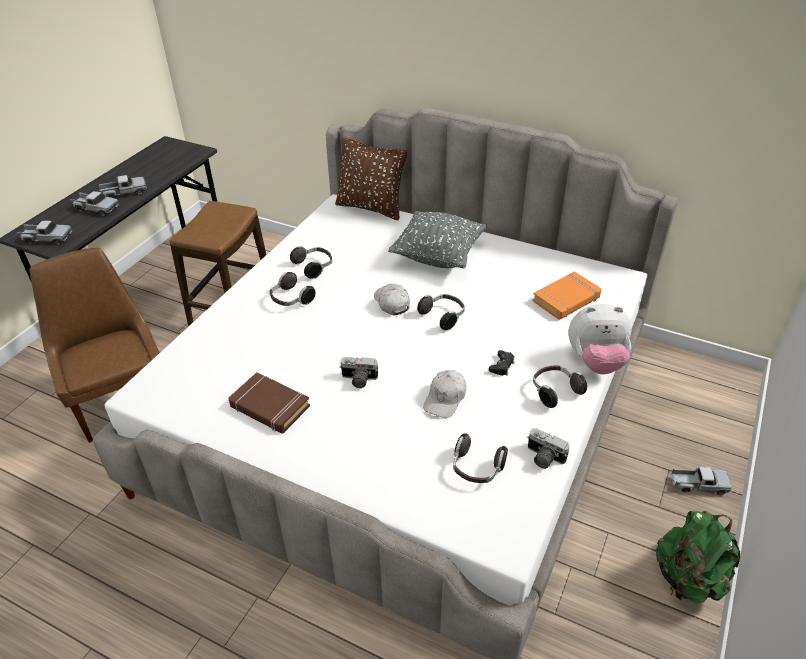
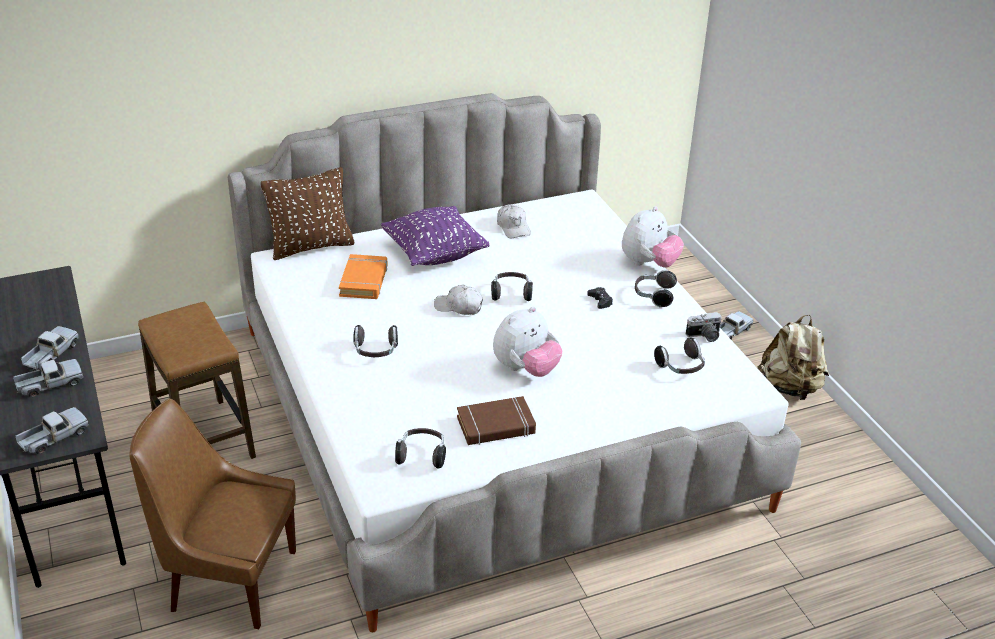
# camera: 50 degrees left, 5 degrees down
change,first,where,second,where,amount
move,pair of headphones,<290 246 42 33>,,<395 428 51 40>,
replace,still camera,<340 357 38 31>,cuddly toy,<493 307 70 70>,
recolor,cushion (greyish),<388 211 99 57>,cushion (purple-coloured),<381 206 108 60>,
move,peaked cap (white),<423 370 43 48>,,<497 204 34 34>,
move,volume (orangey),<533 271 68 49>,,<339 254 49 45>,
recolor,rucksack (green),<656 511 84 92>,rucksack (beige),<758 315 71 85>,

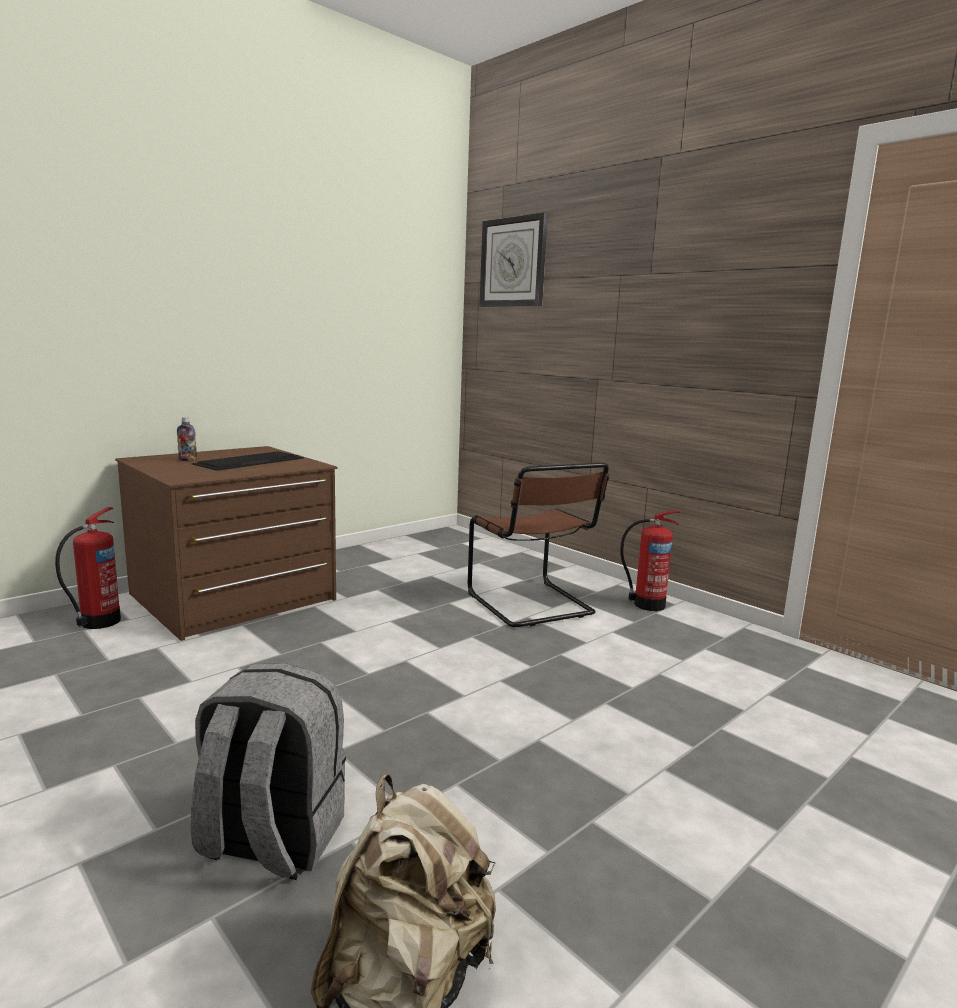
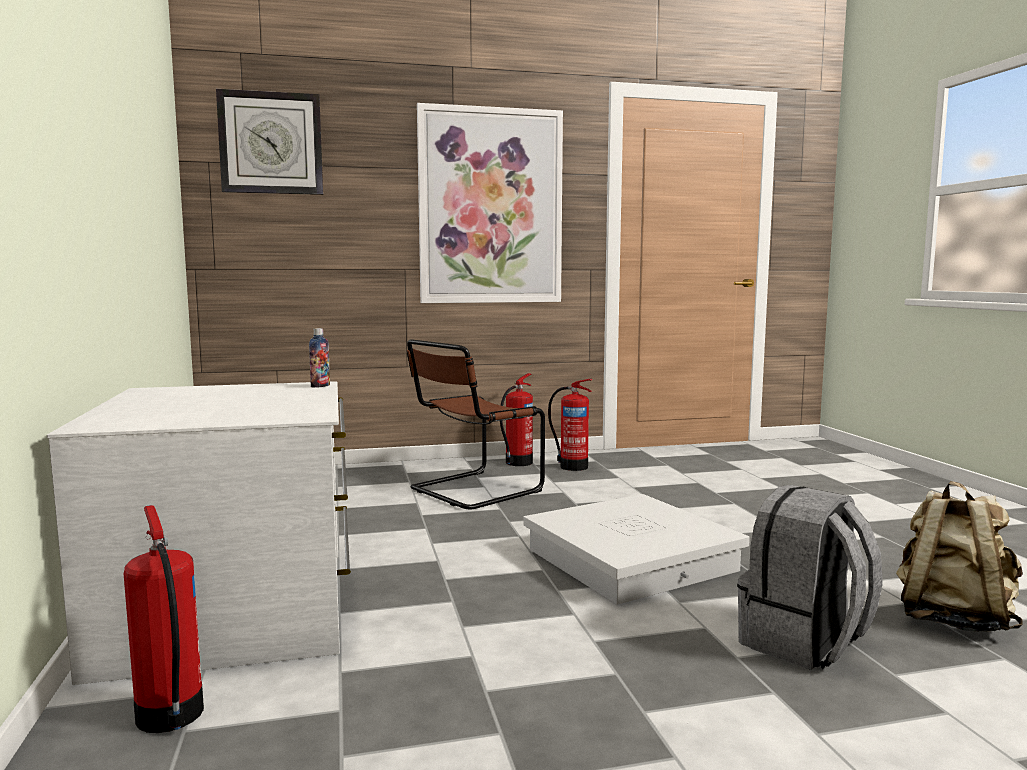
# camera: 60 degrees left, 5 degrees down
change,first,where,second,where,amount
recolor,chest of drawers (brown),<115 446 222 195>,chest of drawers (white),<47 381 304 304>,
move,bottle,<177 417 20 44>,,<309 328 21 60>,
delete,computer keyboard,<192 451 112 20>,,,
rotate,upright chair (brown),<468 463 141 164>,,<407 339 138 170>,135 degrees clockwise
insert,,,wall picture,<417 103 146 200>,
insert,,,storage box (white),<523 494 227 111>,
insert,,,fire-fighting cylinder,<548 379 44 92>,

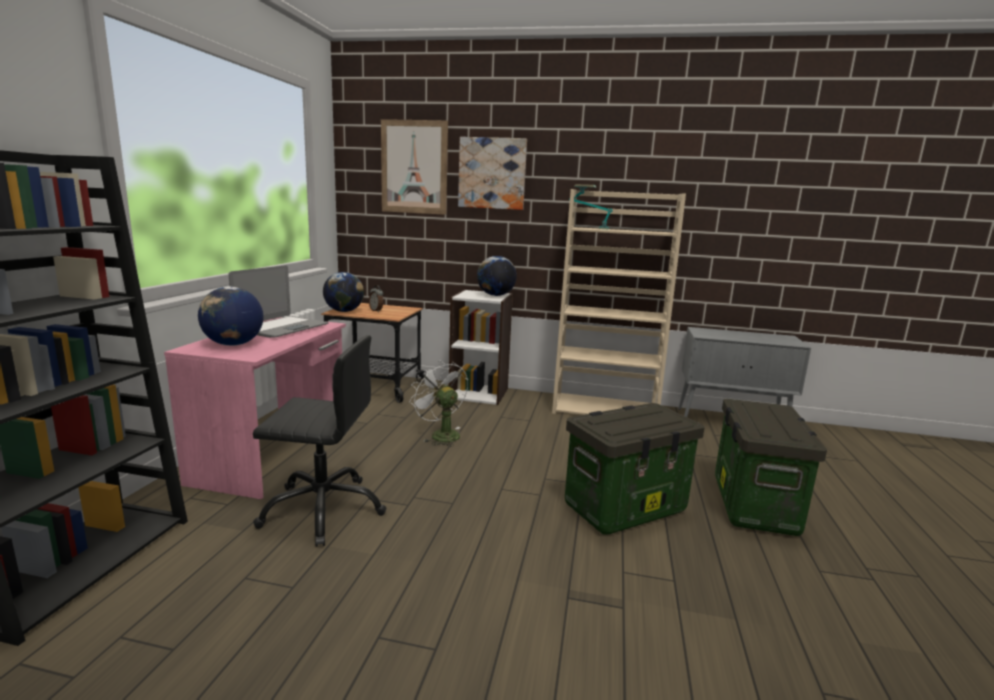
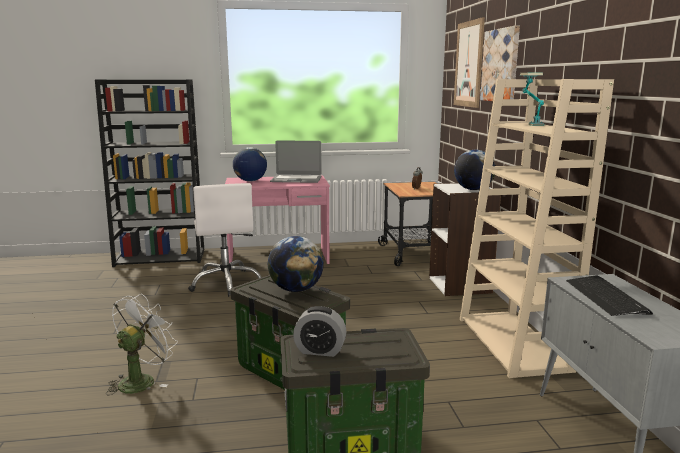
# camera: 70 degrees right, 0 degrees up
change,first,where,second,where,amount
recolor,desk chair (black-coloured),<253 335 134 212>,desk chair (white),<188 183 74 114>,
move,globe,<323 272 41 40>,,<268 236 56 56>,
move,cooling fan (white),<409 360 59 87>,,<106 293 72 103>,
insert,,,bedside clock,<293 306 54 51>,
insert,,,computer keyboard,<566 275 87 41>,

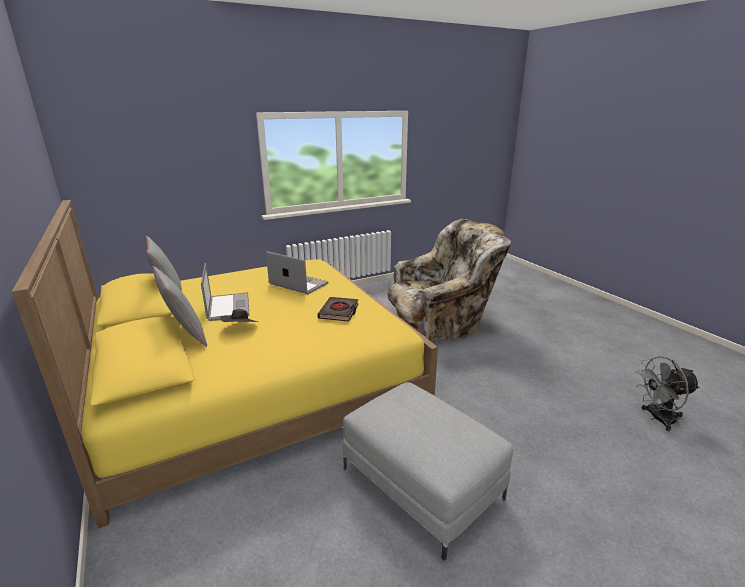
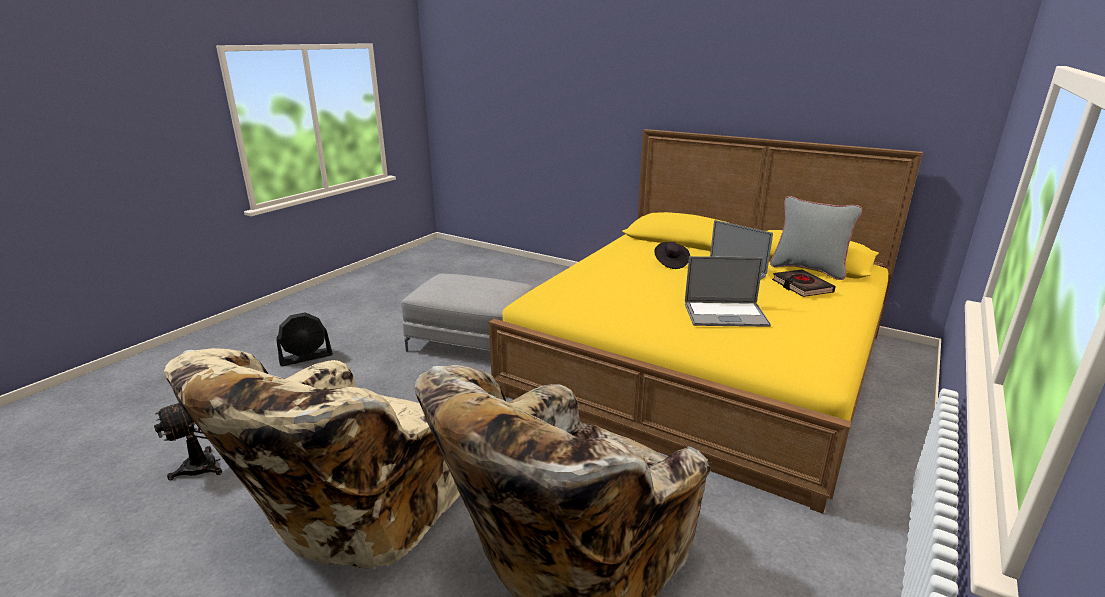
# camera: 150 degrees right, 0 degrees up
change,first,where,second,where,amount
delete,cushion (greyish),<152 266 55 81>,,,
move,volume (black-coloured),<317 297 42 25>,,<772 270 64 27>,
insert,,,easy chair (beige),<164 348 296 221>,
insert,,,cooling fan (black-coloured),<276 312 57 54>,

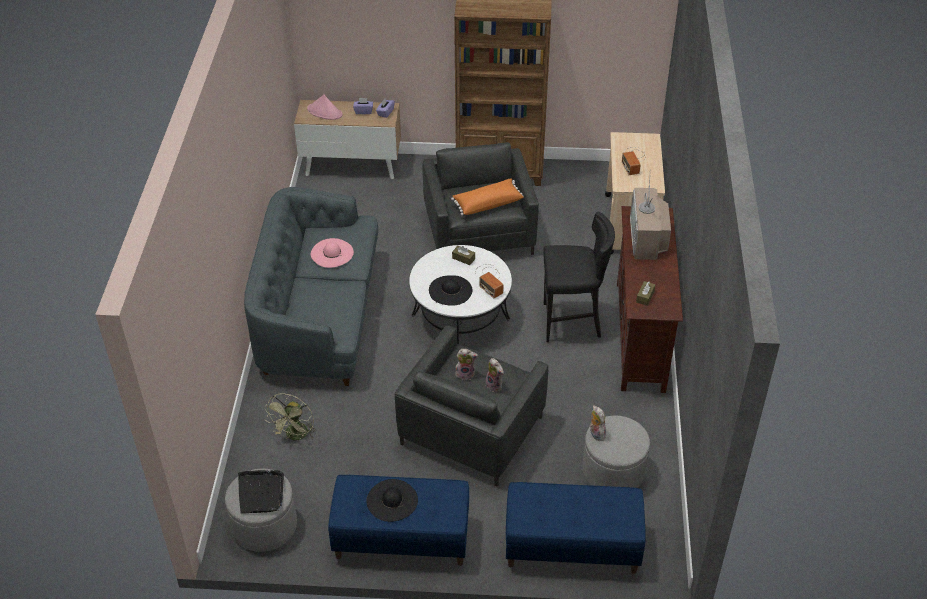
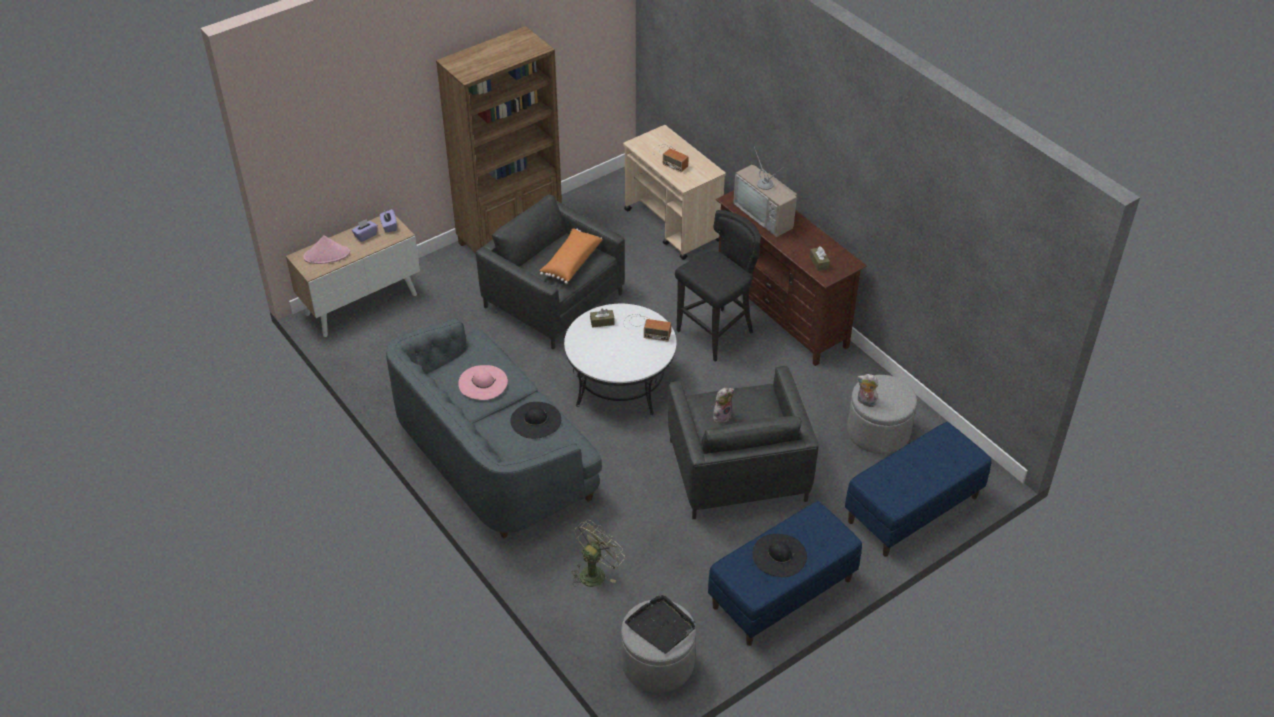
# camera: 40 degrees left, 0 degrees up
change,first,where,second,where,amount
rotate,cooling fan (green),<264 393 52 47>,,<572 520 53 67>,120 degrees counterclockwise
move,clothing hat (black-coloured),<429 275 43 31>,,<510 402 51 37>,
delete,cuddly toy,<485 358 19 34>,,,

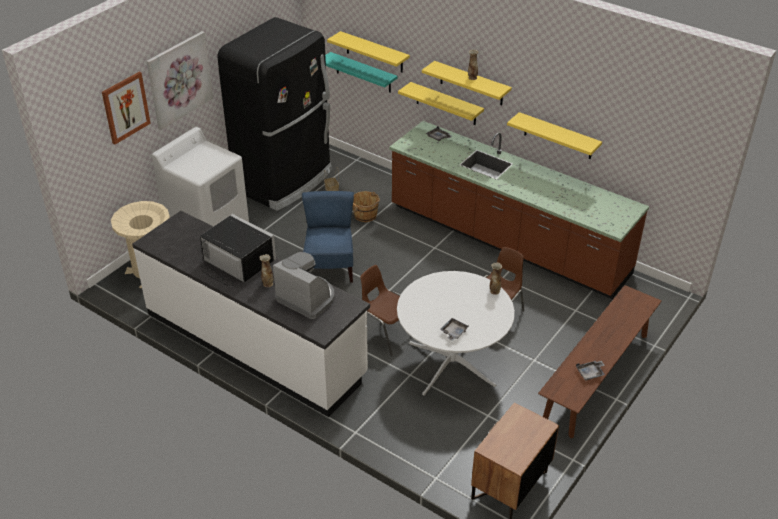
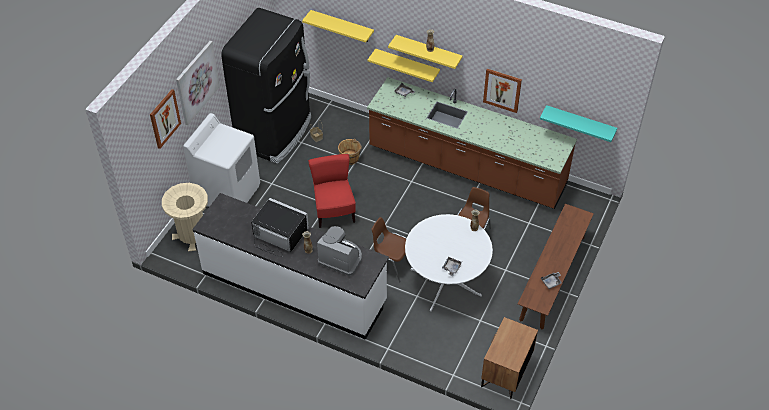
# camera: 10 degrees left, 10 degrees up
change,first,where,second,where,amount
recolor,upright chair (bluish),<302 191 52 92>,upright chair (red-coloured),<308 154 48 74>,
move,shelf (turquoise-coloured),<325 52 73 41>,,<540 105 77 37>,
replace,shelf (yellowish),<507 112 95 47>,wall picture,<483 69 39 44>,

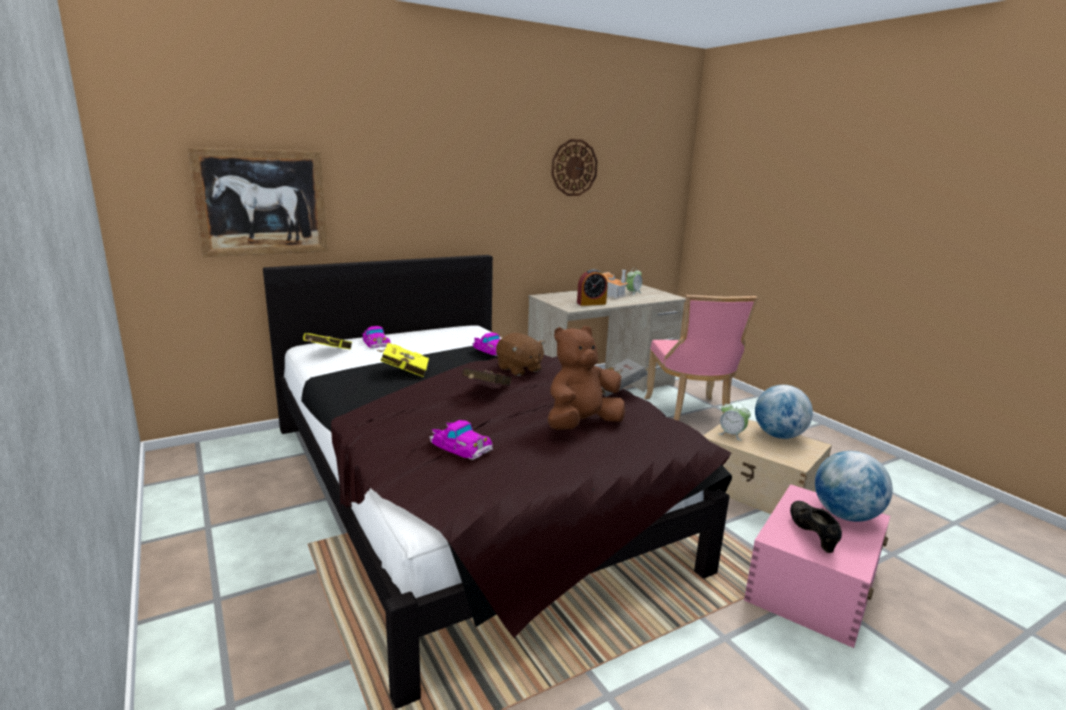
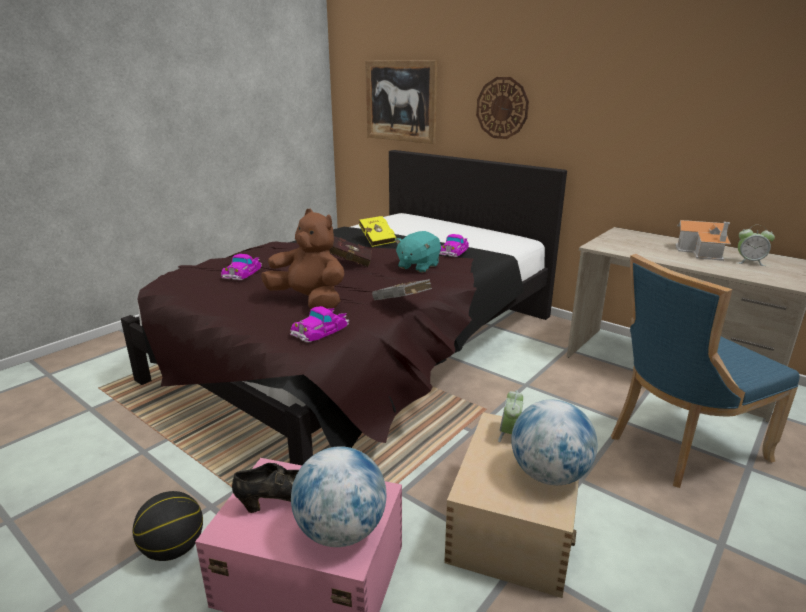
# camera: 70 degrees right, 5 degrees up
change,first,where,second,where,amount
delete,volume (yellowish),<303 333 49 16>,,,
move,toy car,<363 326 28 22>,,<290 306 60 37>,
recolor,cuddly toy (brown),<496 333 49 43>,cuddly toy (turquoise-coloured),<395 231 46 42>,
move,wall clock,<551 139 47 57>,,<476 77 53 62>,
delete,bedside clock,<577 269 31 37>,,,
recolor,upright chair (pink-coloured),<644 295 114 126>,upright chair (bluish),<611 254 189 234>,
insert,,,ball for basketball,<133 491 70 70>,

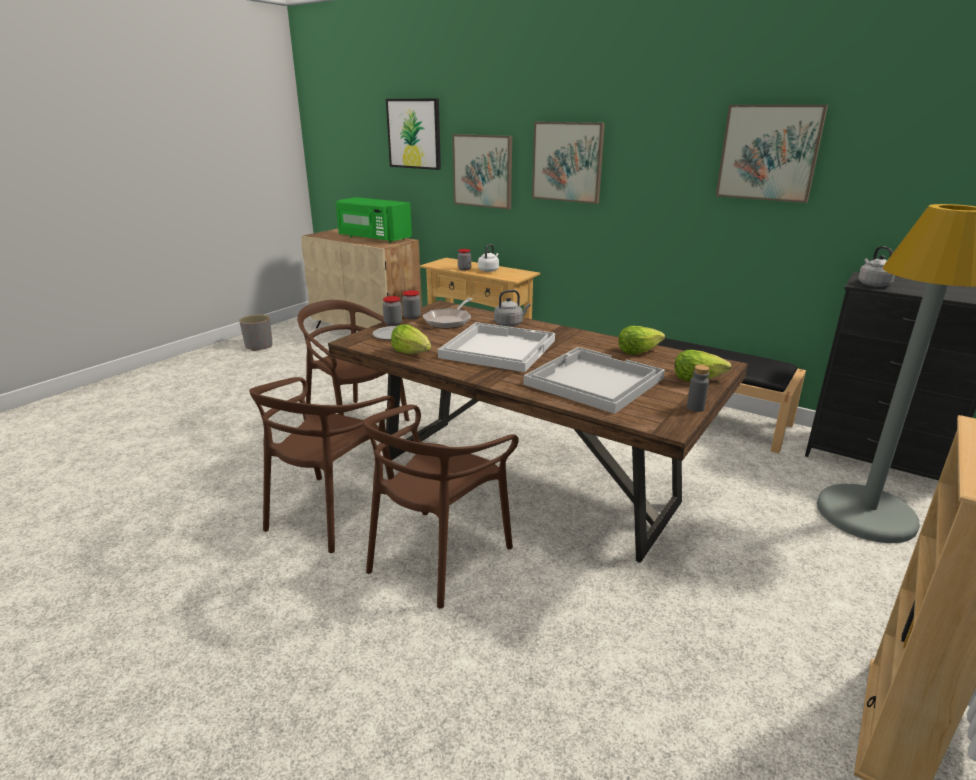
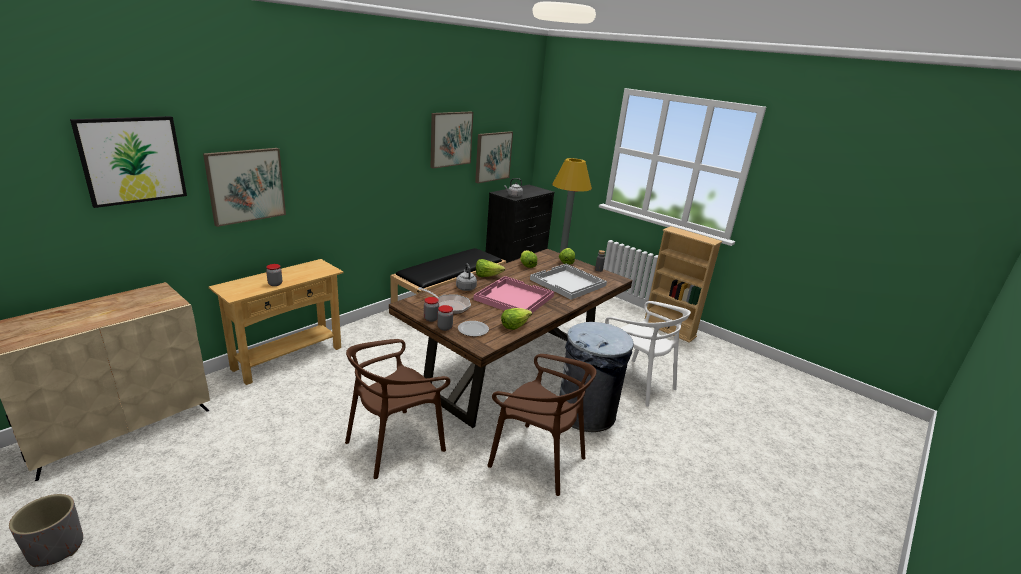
# camera: 85 degrees left, 0 degrees up
change,first,where,second,where,amount
delete,microwave (green),<336 197 76 46>,,,
replace,upright chair (brown),<363 405 156 204>,waste bin (greyish),<559 322 75 110>,
recolor,serving tray (white),<438 322 117 50>,serving tray (pink-coloured),<473 276 81 37>,
delete,tea kettle (white),<478 244 21 28>,,,
move,wall picture,<532 122 73 82>,,<475 131 38 52>,
insert,,,head of lettuce,<476 259 29 18>,
insert,,,upright chair (white),<605 301 86 106>,

